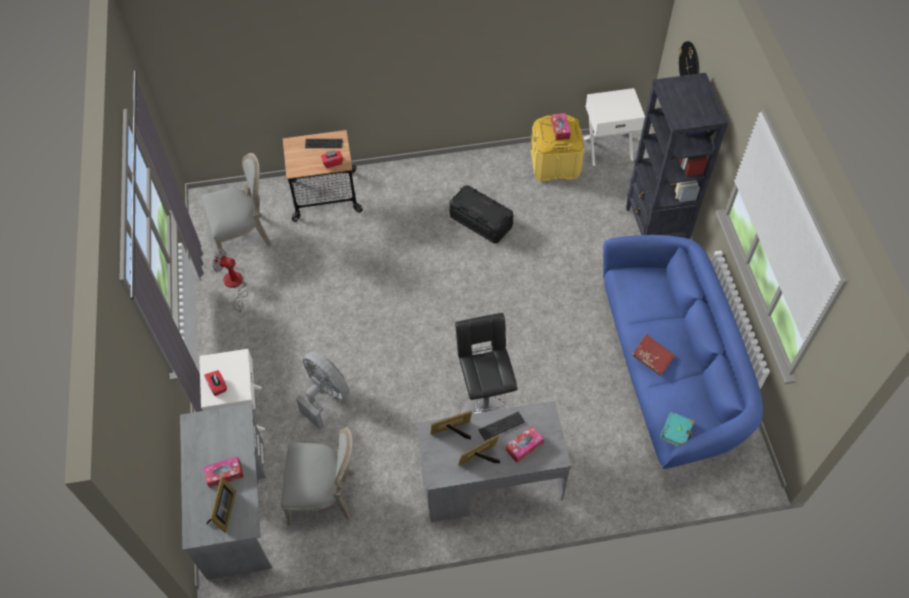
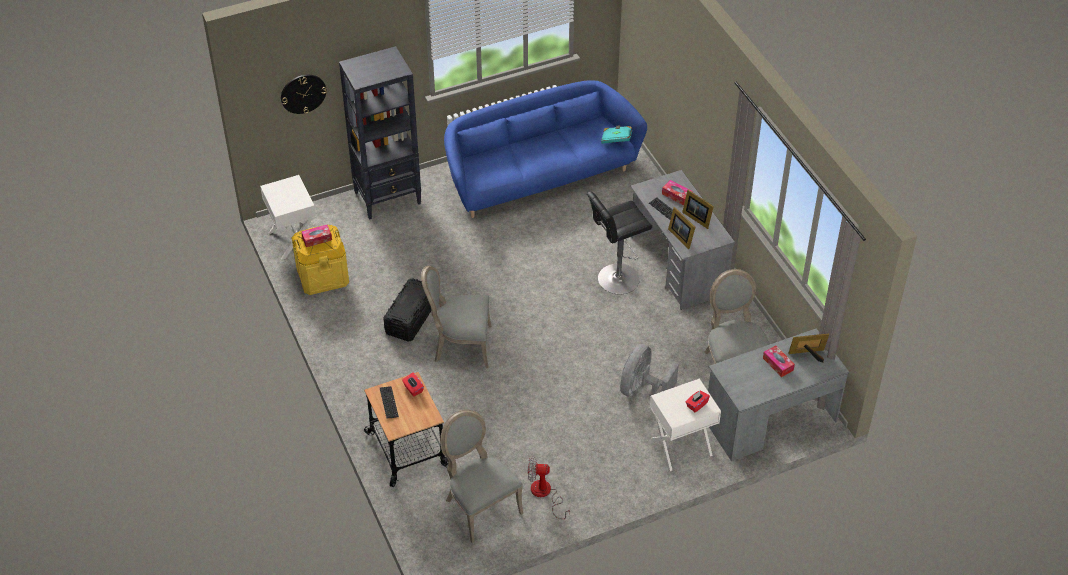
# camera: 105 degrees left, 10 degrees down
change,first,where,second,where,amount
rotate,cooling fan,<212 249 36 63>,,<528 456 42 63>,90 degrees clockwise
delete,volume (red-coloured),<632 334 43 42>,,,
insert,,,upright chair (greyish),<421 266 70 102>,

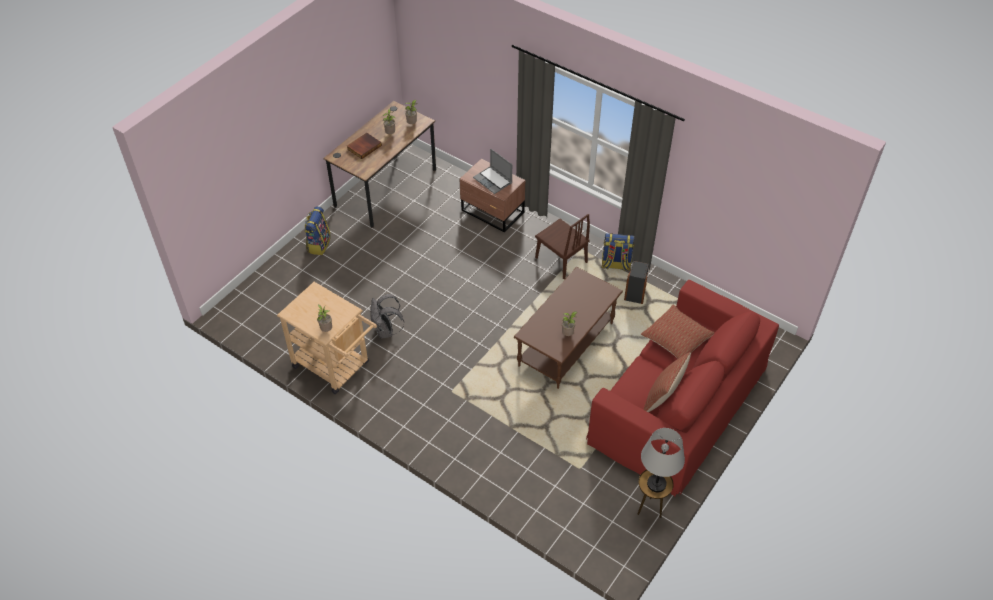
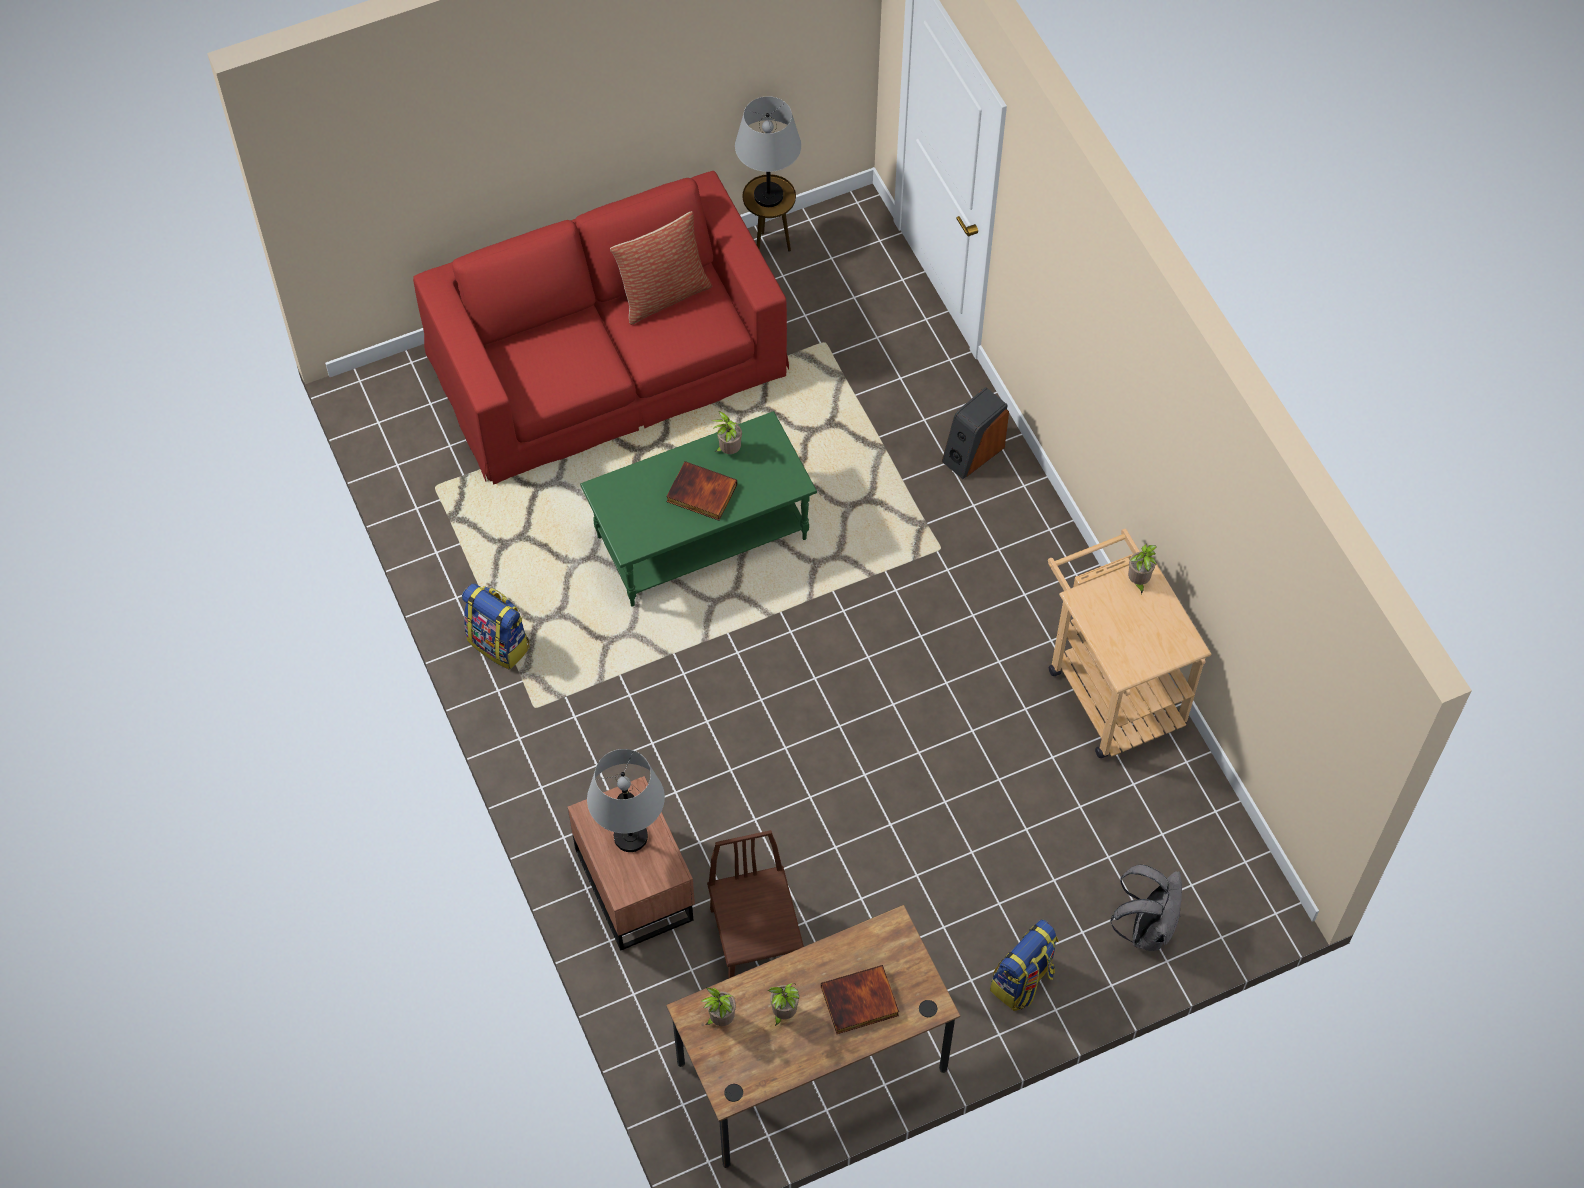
# camera: 150 degrees left, 10 degrees up
change,first,where,second,where,amount
move,rucksack (greyish),<370 294 34 45>,,<1110 865 72 86>,
replace,notebook computer,<473 148 39 46>,table lamp (greyish),<587 749 78 103>,
recolor,low table (brown),<514 267 109 122>,low table (green),<580 411 237 196>,
move,upright chair (brown),<535 214 55 65>,,<707 830 97 149>,
move,speaker,<624 261 25 43>,,<942 387 67 92>,
delete,cushion,<641 305 74 54>,,,
insert,,,volume,<666 461 71 60>,

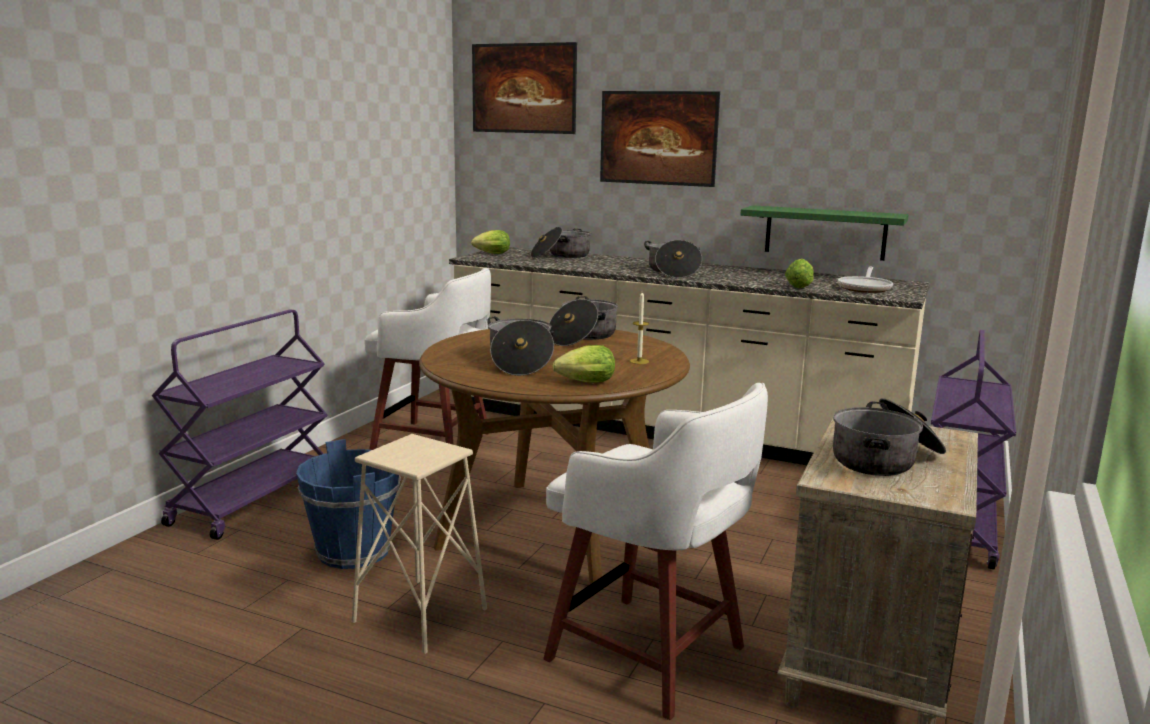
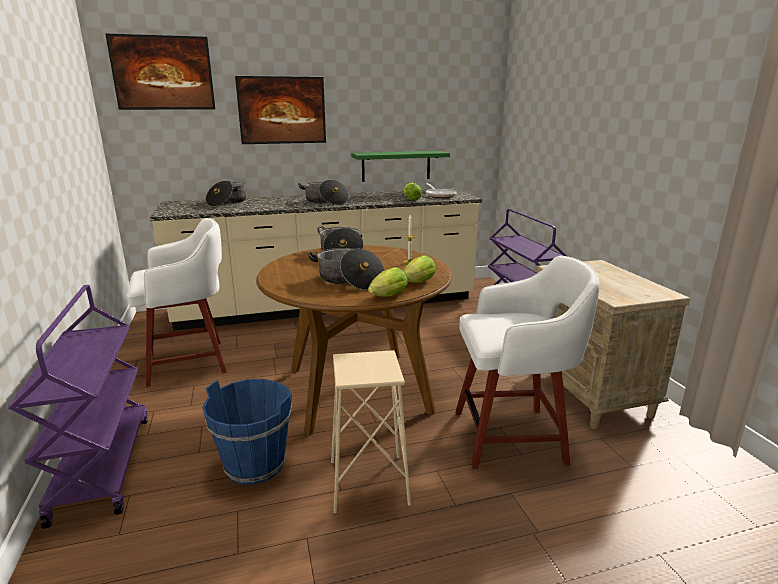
# camera: 40 degrees left, 5 degrees up
change,first,where,second,where,amount
move,head of lettuce,<471 230 39 24>,,<368 267 40 30>,
delete,saucepot,<833 398 113 78>,,,

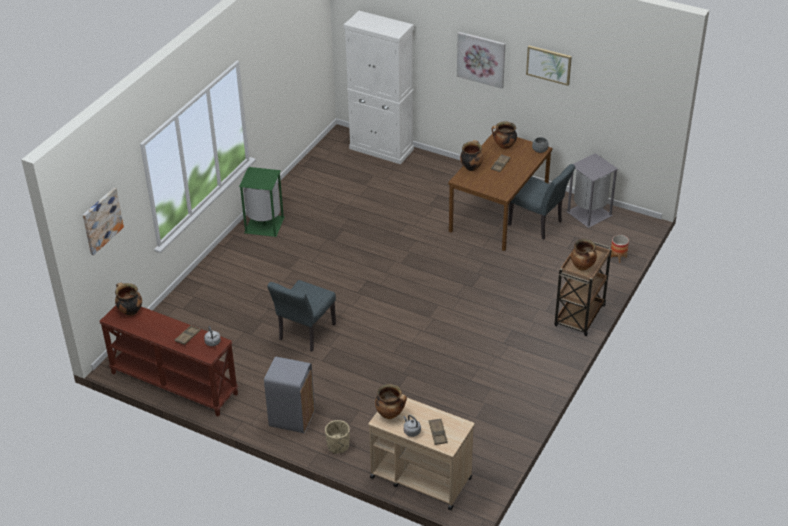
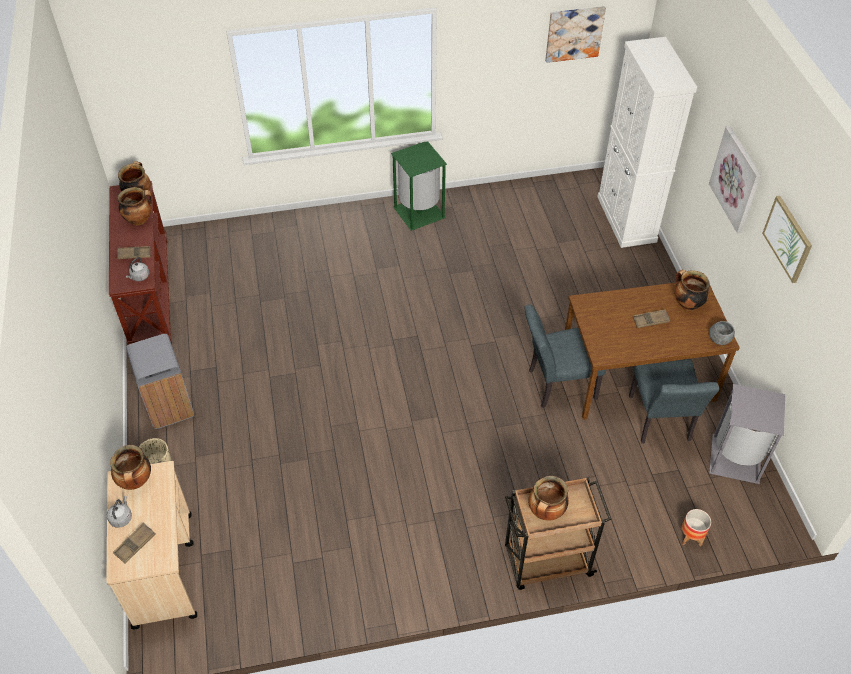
# camera: 50 degrees right, 10 degrees up
change,first,where,second,where,amount
move,wall picture,<83 188 41 67>,,<545 6 61 57>,
move,upright chair (greyish),<267 280 69 71>,,<525 305 81 103>,
move,saucepot,<460 140 24 31>,,<118 187 34 38>,

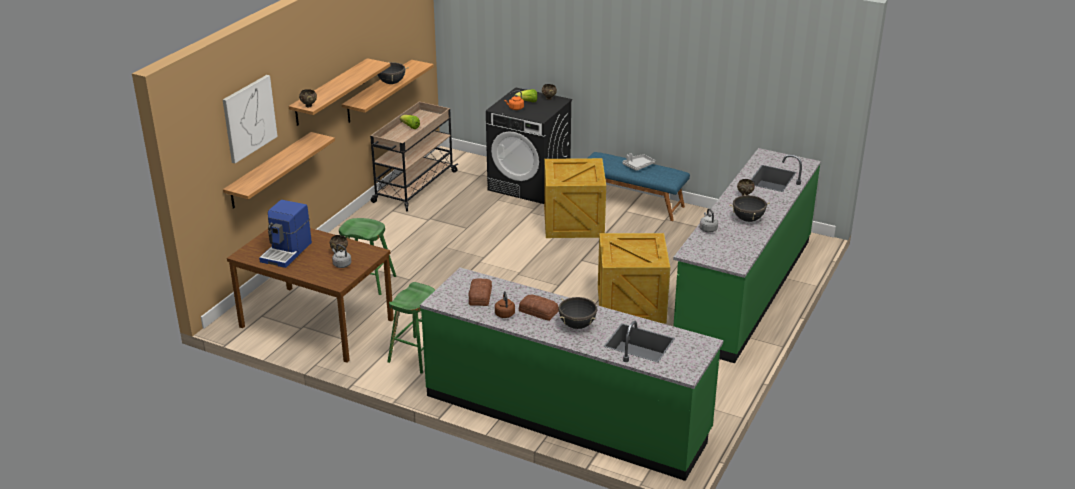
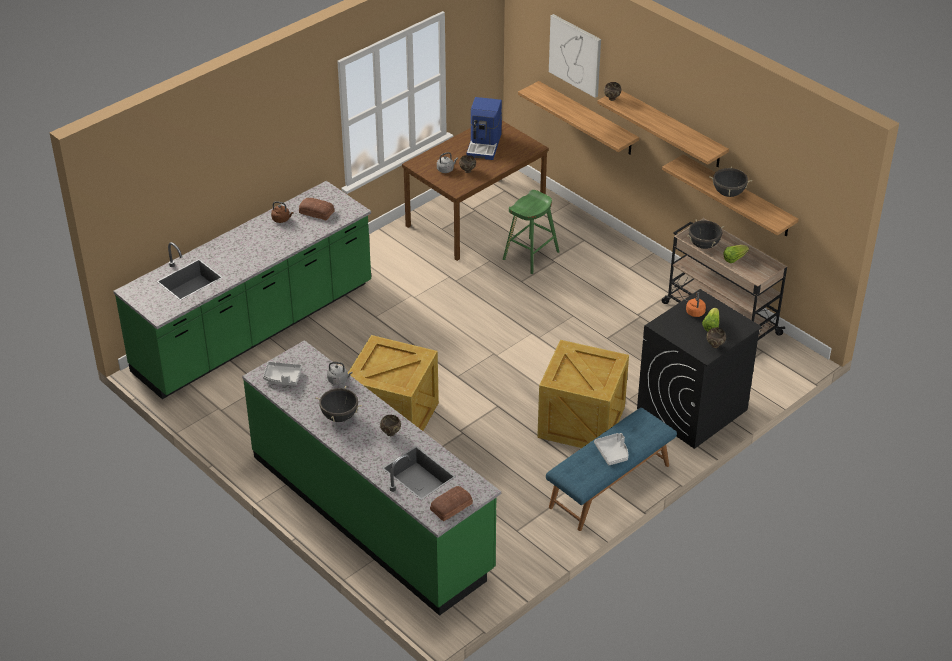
# camera: 110 degrees right, 10 degrees up
change,first,where,second,where,amount
rotate,coffee maker,<259 200 53 68>,,<466 97 36 63>,120 degrees counterclockwise
delete,stool seat (green),<388 282 47 92>,,,
move,baked bread,<519 295 40 26>,,<430 486 43 35>,
move,saucepot (black-coloured),<558 297 39 32>,,<687 219 37 30>,
insert,,,serving tray (greyish),<263 362 39 24>,

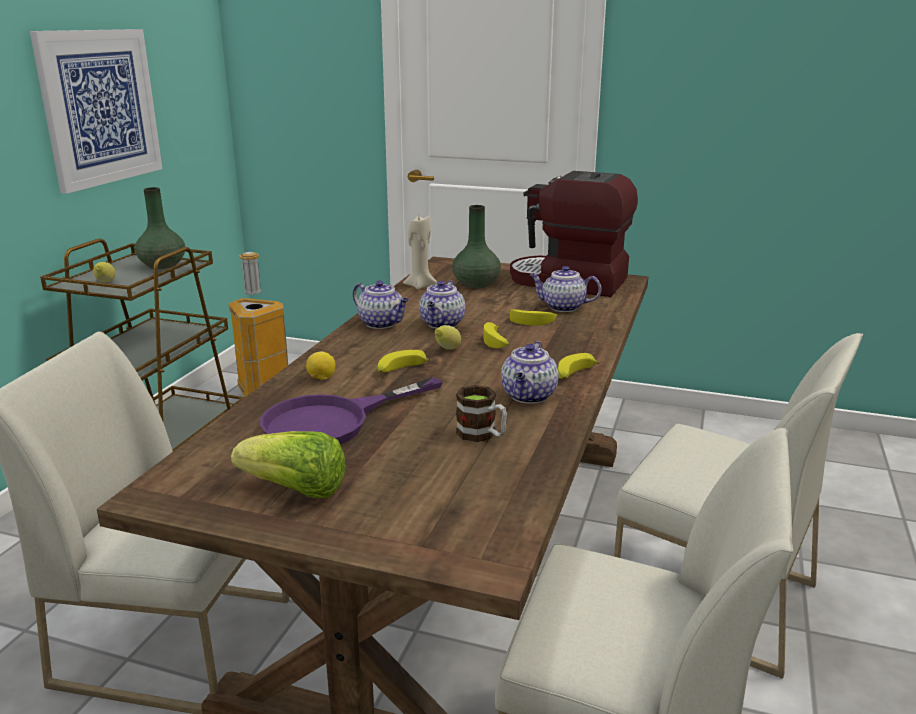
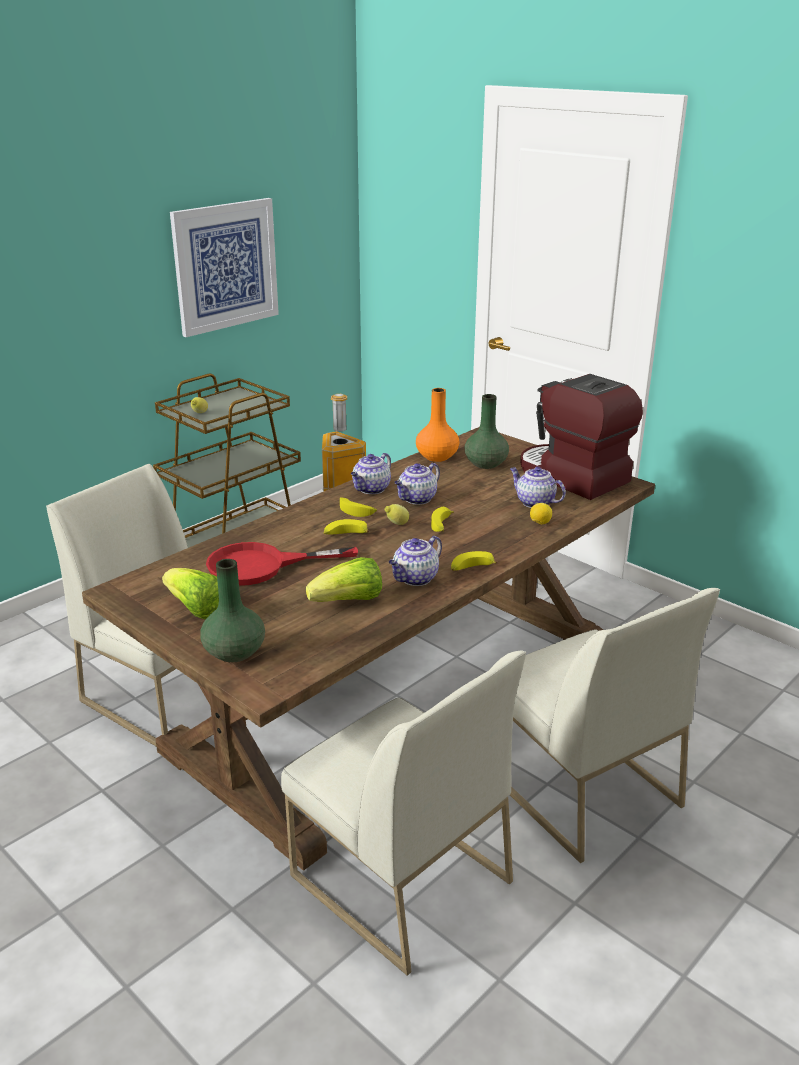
# camera: 25 degrees right, 5 degrees up
change,first,where,second,where,amount
move,flower vase (green),<135 187 50 82>,,<200 559 65 103>,
recolor,pan (purple-coloured),<260 377 183 68>,pan (red-coloured),<206 542 152 44>,
move,whole lemon,<306 351 29 29>,,<530 503 22 21>,
rotate,tea pot,<353 280 56 49>,,<351 453 40 41>,60 degrees clockwise
replace,candle (beige),<403 216 34 74>,flower vase (orangey),<416 388 44 74>,
replace,tea mug,<456 385 51 57>,head of lettuce,<306 557 76 45>,
move,banana,<509 309 48 17>,,<340 497 37 20>,

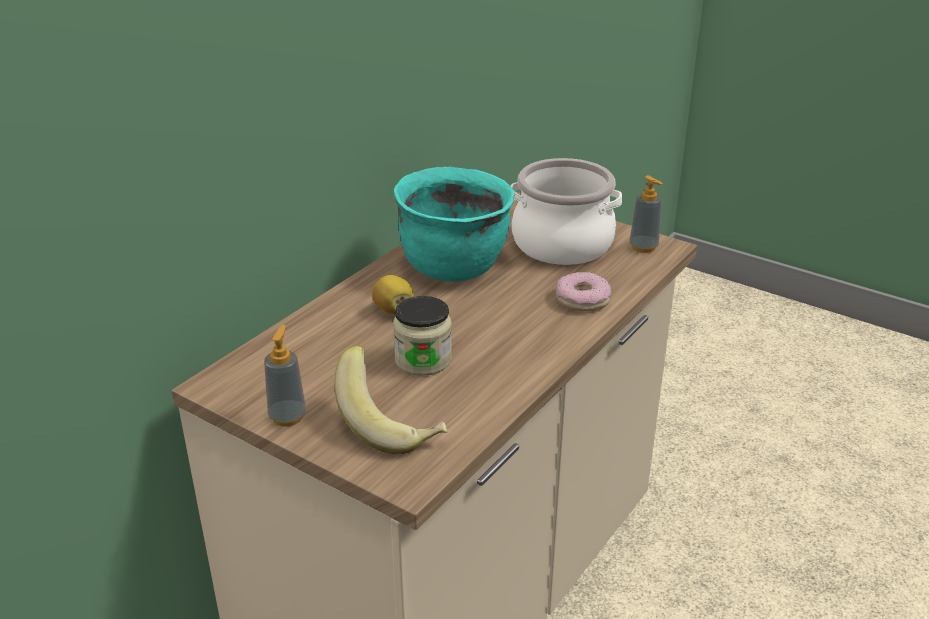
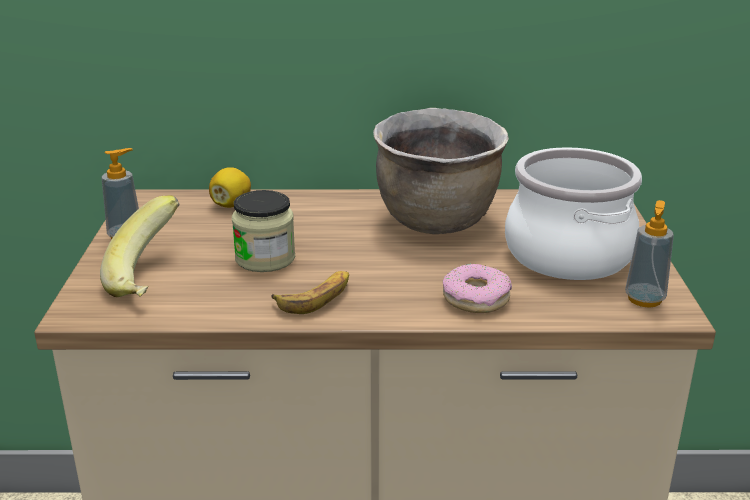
# camera: 55 degrees right, 5 degrees down
change,first,where,second,where,amount
move,whole lemon,<372 275 42 40>,,<209 167 42 41>,
recolor,saucepot (turquoise-coloured),<394 167 120 115>,saucepot (brown),<373 108 136 126>,
insert,,,banana,<271 271 78 43>,

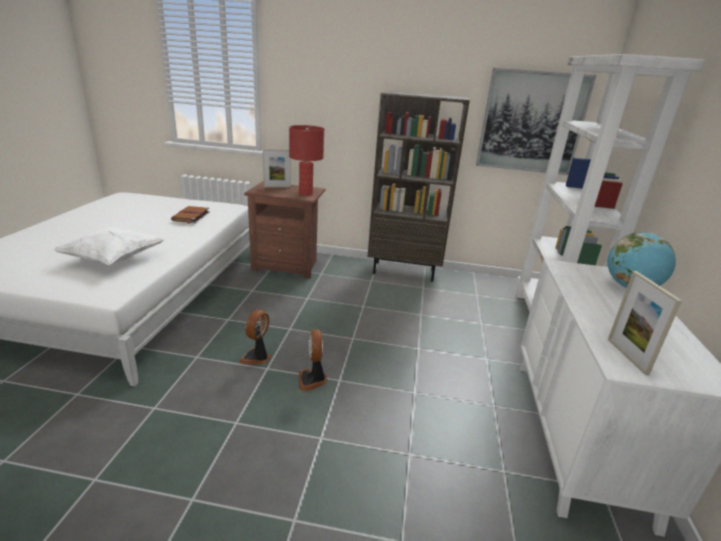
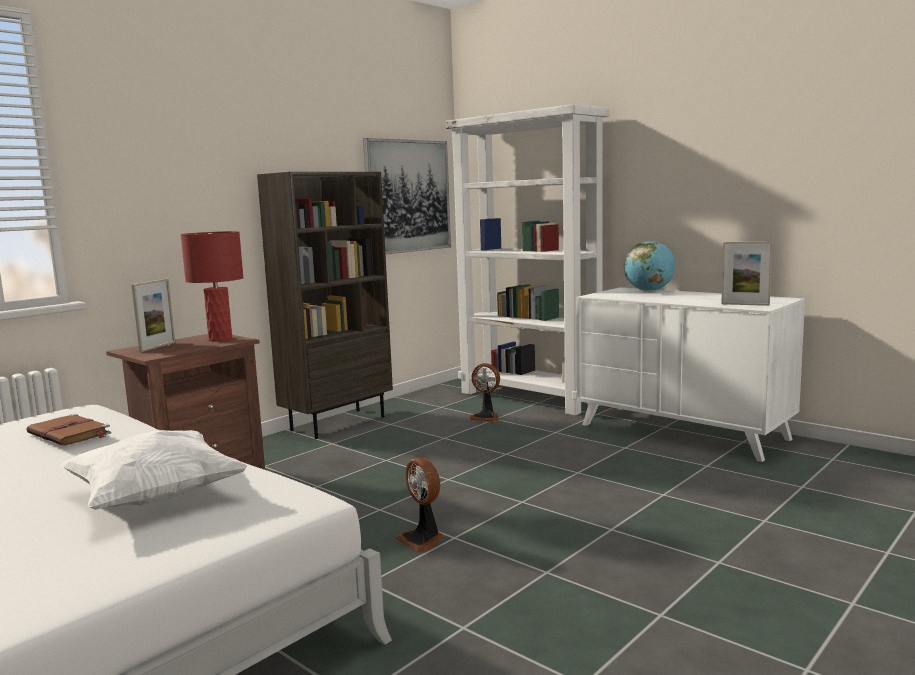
# camera: 55 degrees left, 15 degrees down
change,first,where,second,where,amount
move,cooling fan,<299 329 28 62>,,<469 363 31 59>,

